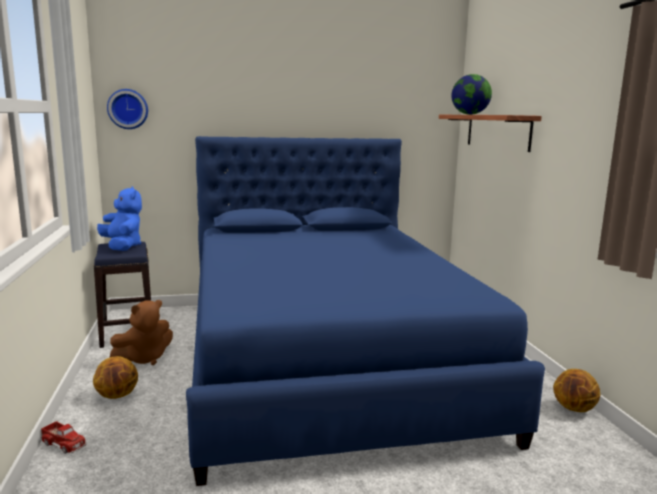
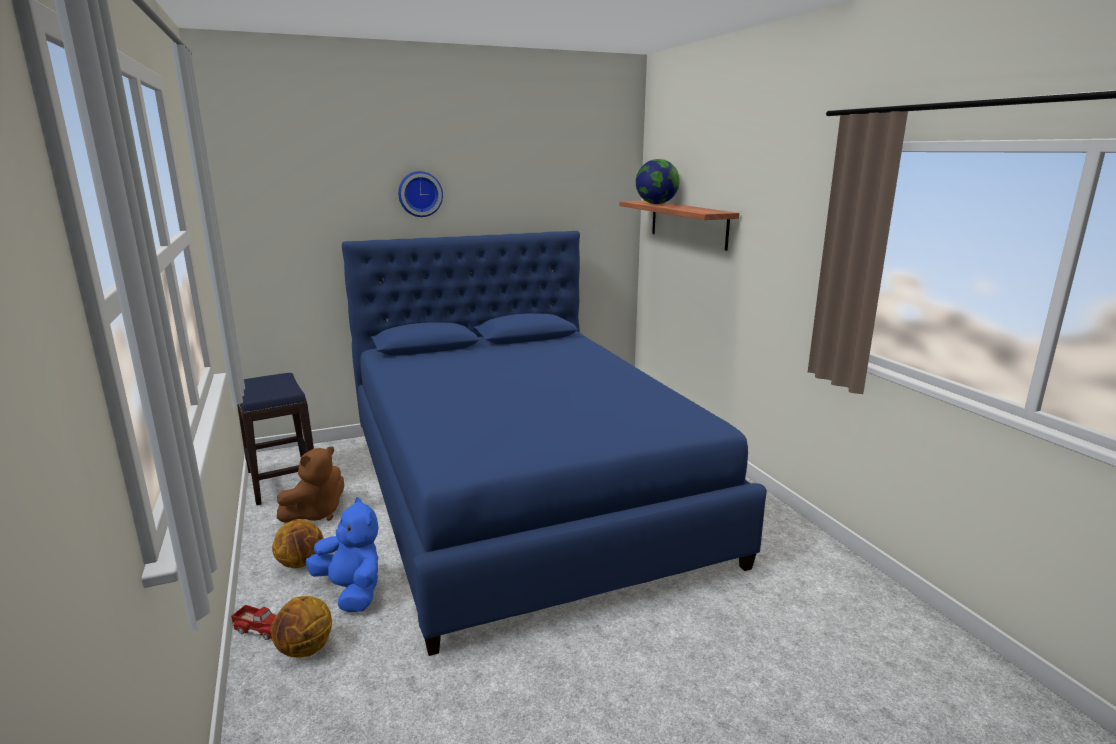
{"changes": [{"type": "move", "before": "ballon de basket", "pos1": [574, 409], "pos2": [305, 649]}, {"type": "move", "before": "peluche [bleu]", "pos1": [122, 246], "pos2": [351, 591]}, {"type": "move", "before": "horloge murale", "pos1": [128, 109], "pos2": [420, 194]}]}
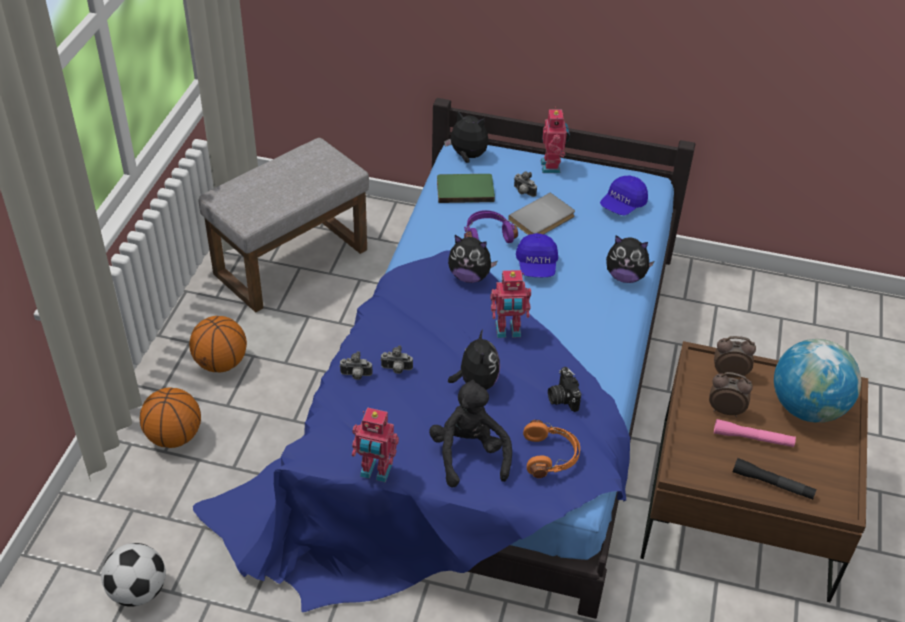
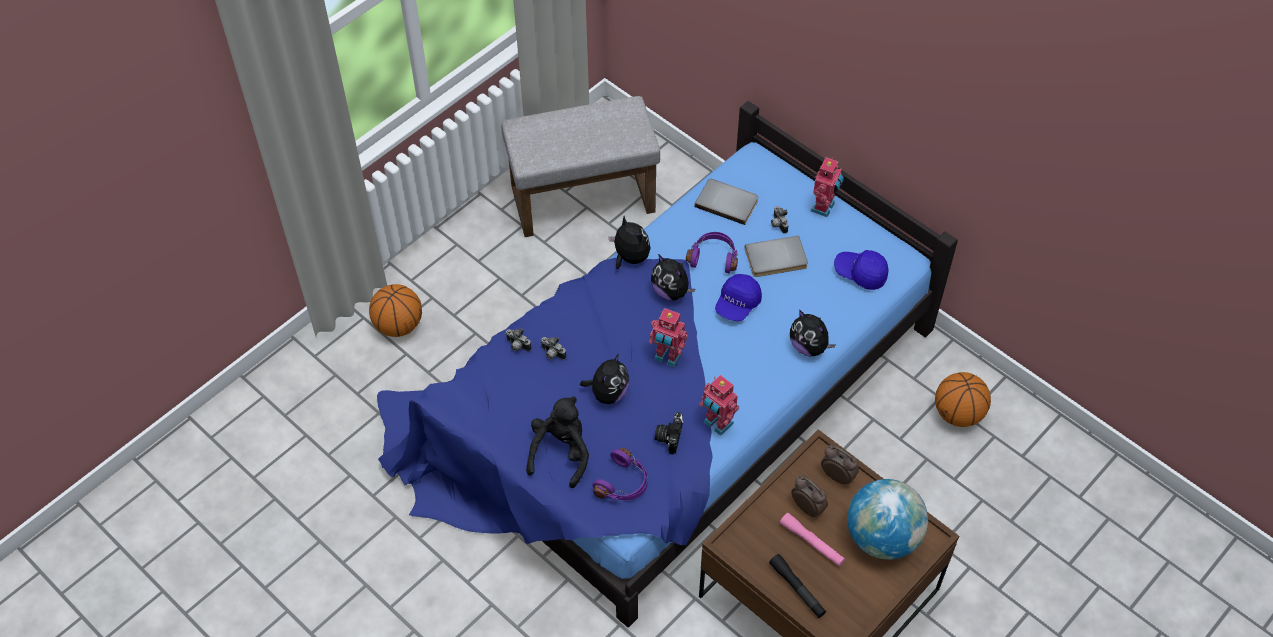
{"changes": [{"type": "recolor", "before": "casque audio [orange]", "after": "casque audio [violet]", "pos1": [551, 456], "pos2": [623, 483]}, {"type": "move", "before": "peluche", "pos1": [467, 156], "pos2": [630, 258]}, {"type": "recolor", "before": "livre [vert]", "after": "livre [gris]", "pos1": [465, 189], "pos2": [727, 202]}, {"type": "move", "before": "robot jouet", "pos1": [375, 472], "pos2": [717, 424]}, {"type": "rotate", "before": "casquette [bleu]", "pos1": [622, 205], "pos2": [860, 273], "turn": 45}, {"type": "move", "before": "ballon de basket", "pos1": [221, 363], "pos2": [958, 414]}, {"type": "delete", "before": "ballon de foot", "pos1": [138, 591]}]}
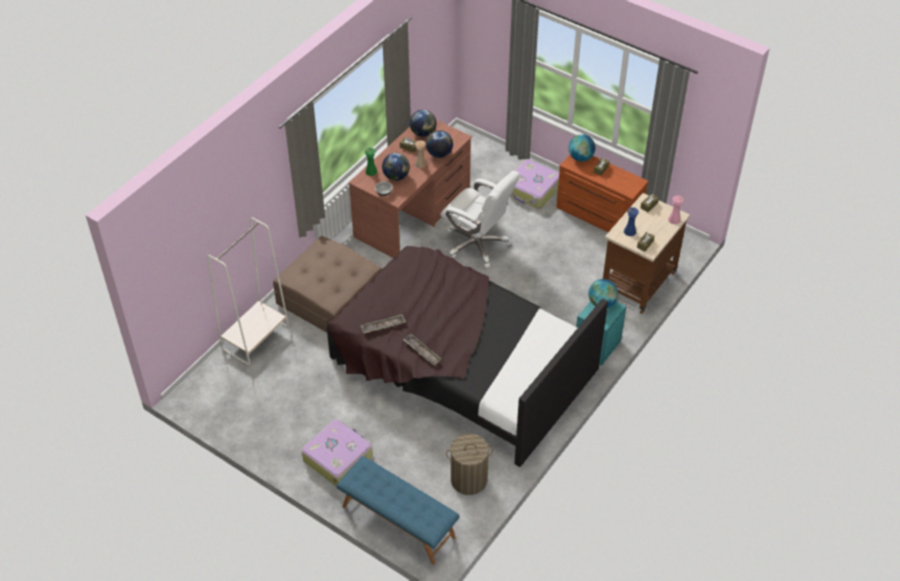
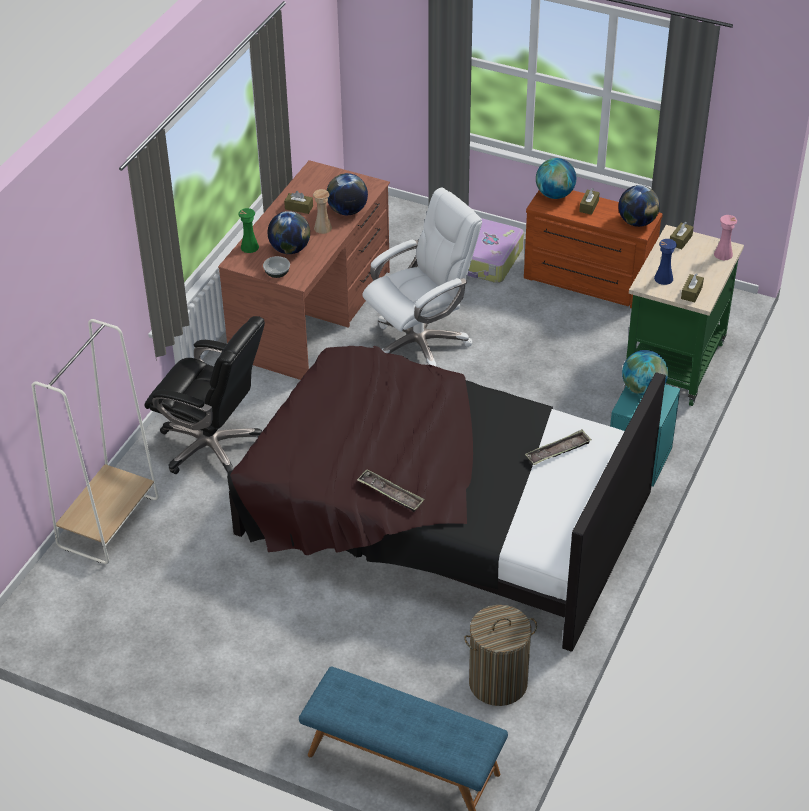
{"changes": [{"type": "replace", "before": "pouf [marron]", "after": "chaise de bureau [noir]", "pos1": [329, 297], "pos2": [212, 448]}, {"type": "rotate", "before": "chaise de bureau [blanc]", "pos1": [477, 244], "pos2": [420, 343], "turn": -60}, {"type": "move", "before": "plateau", "pos1": [383, 326], "pos2": [558, 451]}, {"type": "move", "before": "globe", "pos1": [423, 133], "pos2": [637, 222]}, {"type": "recolor", "before": "chariot [marron]", "after": "chariot [vert]", "pos1": [638, 284], "pos2": [675, 366]}, {"type": "delete", "before": "valise", "pos1": [338, 457]}]}
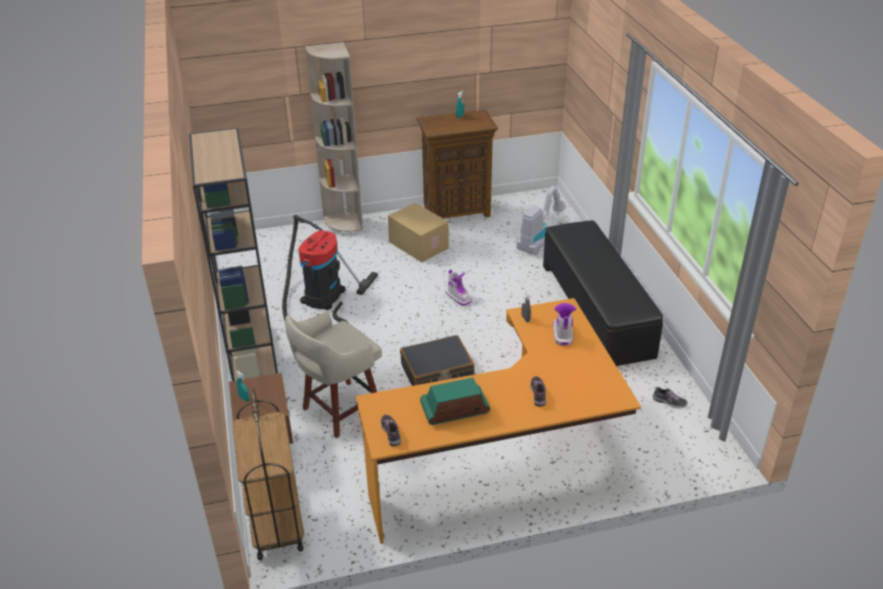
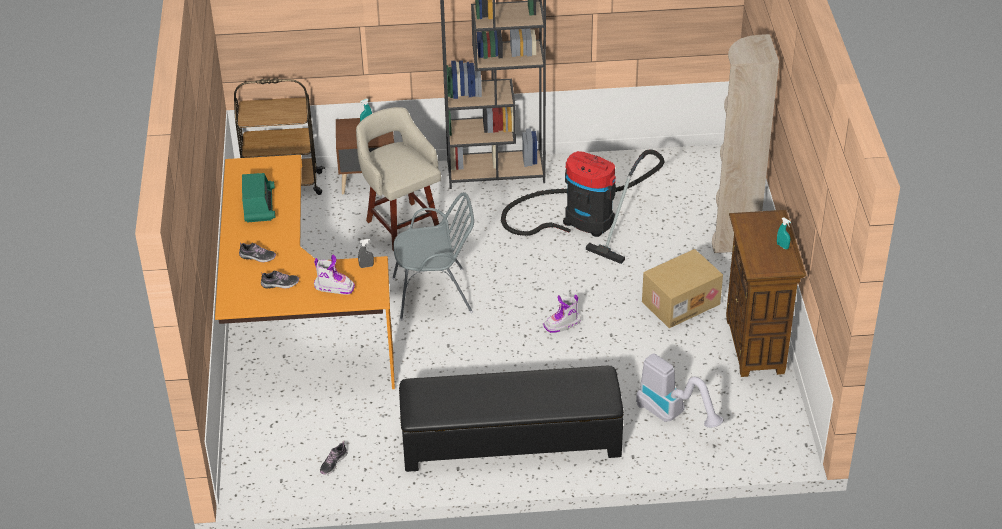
{"changes": [{"type": "move", "before": "chaussure", "pos1": [391, 433], "pos2": [280, 284]}, {"type": "replace", "before": "valise [noir]", "after": "chaise [gris]", "pos1": [437, 373], "pos2": [436, 293]}]}
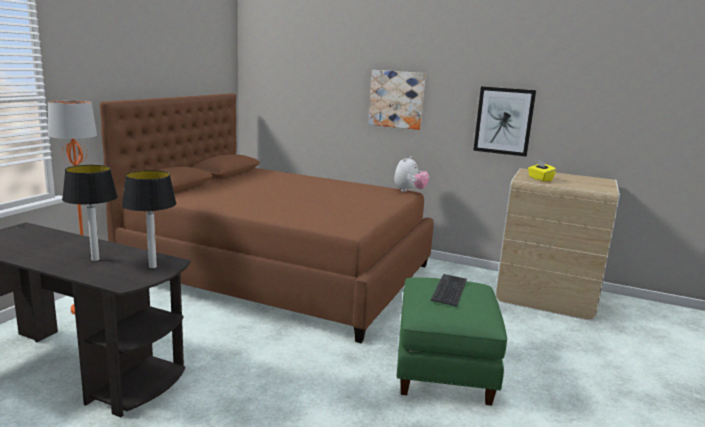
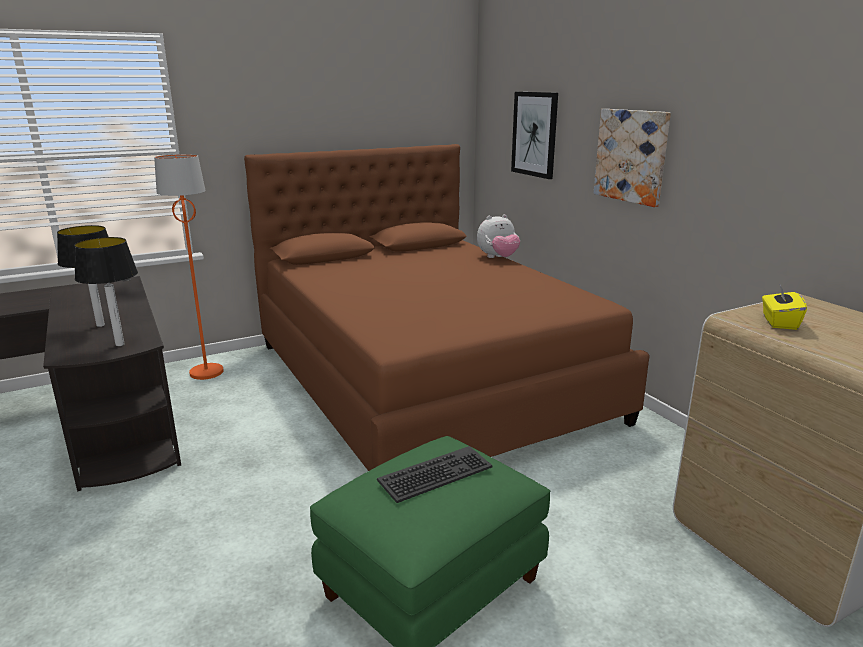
{"changes": [{"type": "move", "before": "peluche", "pos1": [409, 191], "pos2": [498, 258]}, {"type": "move", "before": "tableau", "pos1": [504, 121], "pos2": [534, 134]}]}
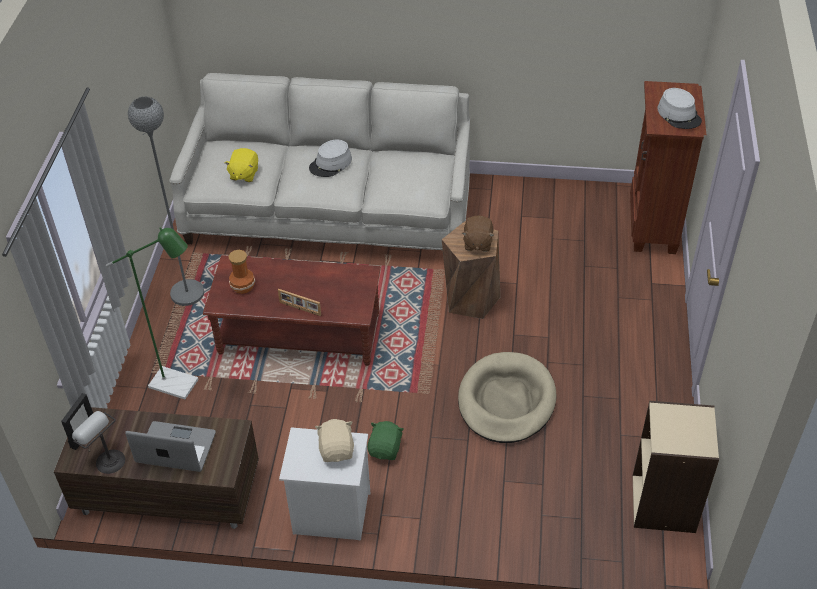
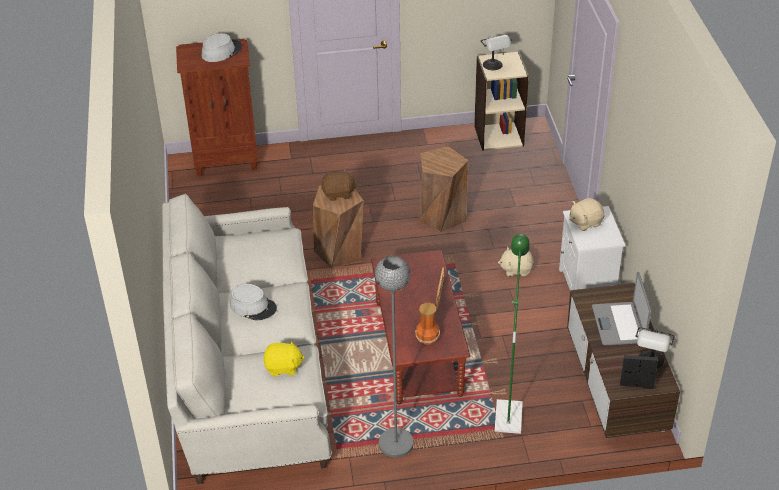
{"changes": [{"type": "replace", "before": "panier pour chien [beige]", "after": "tabouret [marron]", "pos1": [506, 401], "pos2": [442, 215]}, {"type": "insert", "after": "lampe de table", "pos2": [494, 67]}, {"type": "recolor", "before": "peluche [vert]", "after": "peluche [beige]", "pos1": [385, 449], "pos2": [516, 269]}]}
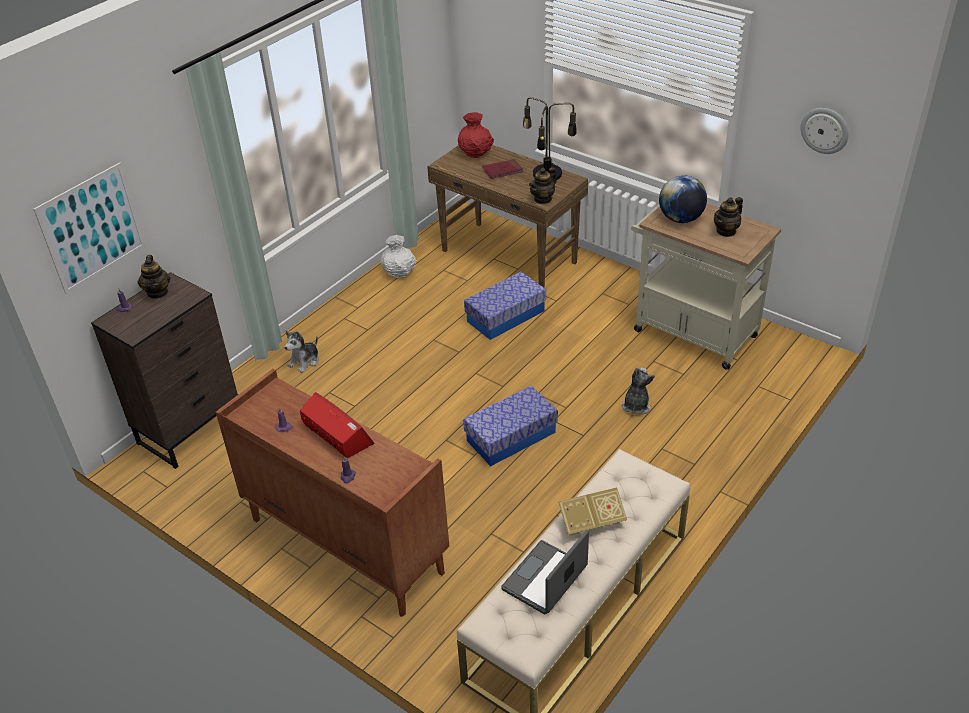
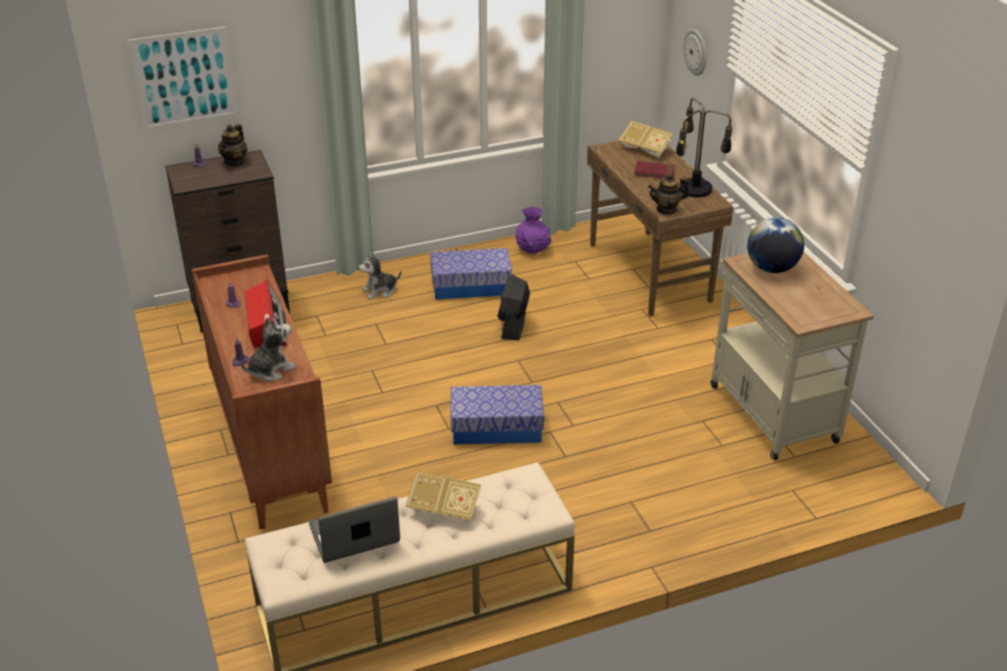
{"changes": [{"type": "move", "before": "peluche", "pos1": [636, 405], "pos2": [270, 370]}, {"type": "move", "before": "boîte de rangement", "pos1": [505, 316], "pos2": [471, 286]}, {"type": "insert", "after": "ventilateur [noir]", "pos2": [513, 324]}, {"type": "recolor", "before": "vase [blanc]", "after": "vase [violet]", "pos1": [400, 273], "pos2": [533, 249]}, {"type": "replace", "before": "vase [rouge]", "after": "livre", "pos1": [476, 153], "pos2": [645, 149]}, {"type": "move", "before": "horloge murale", "pos1": [825, 130], "pos2": [696, 52]}, {"type": "delete", "before": "théière", "pos1": [726, 231]}]}
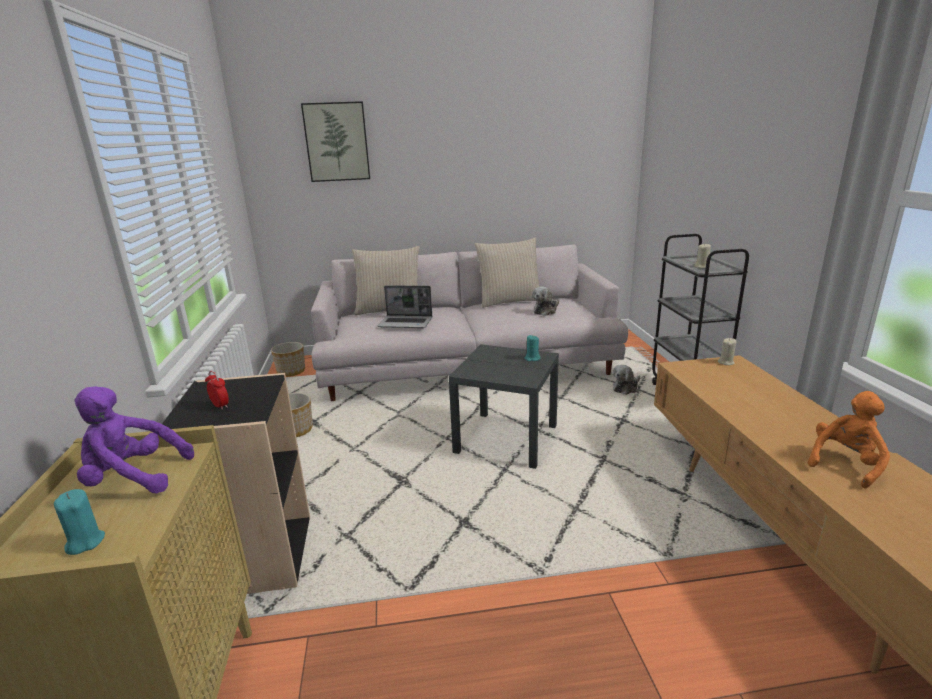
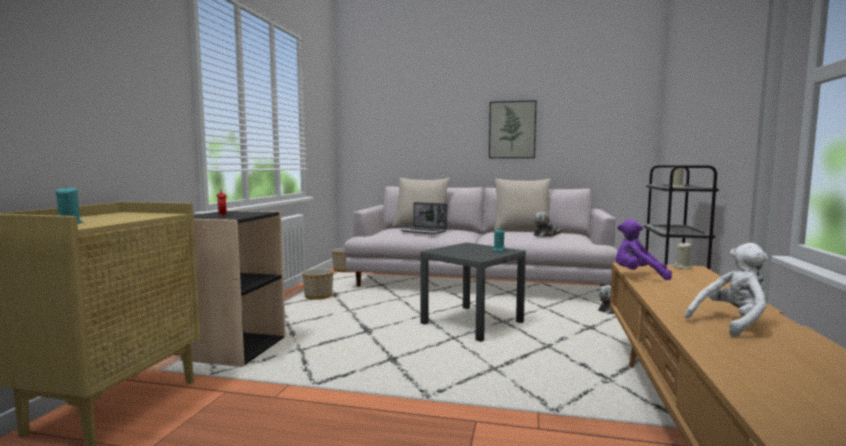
{"changes": [{"type": "move", "before": "tableau", "pos1": [337, 142], "pos2": [512, 130]}, {"type": "move", "before": "peluche [violet]", "pos1": [133, 478], "pos2": [638, 276]}, {"type": "recolor", "before": "peluche [orange]", "after": "peluche [blanc]", "pos1": [845, 463], "pos2": [733, 323]}]}
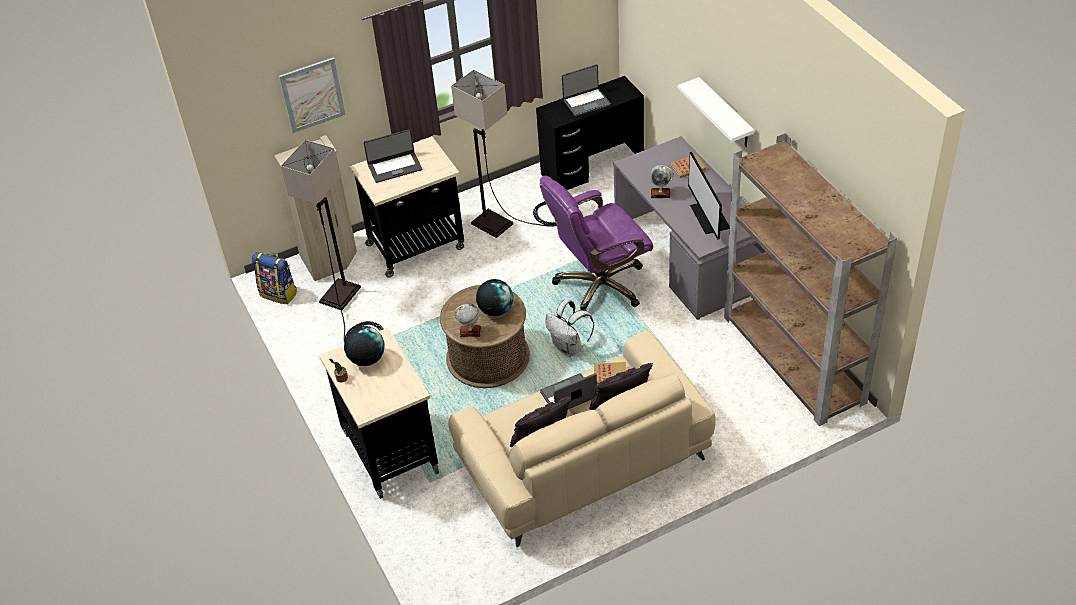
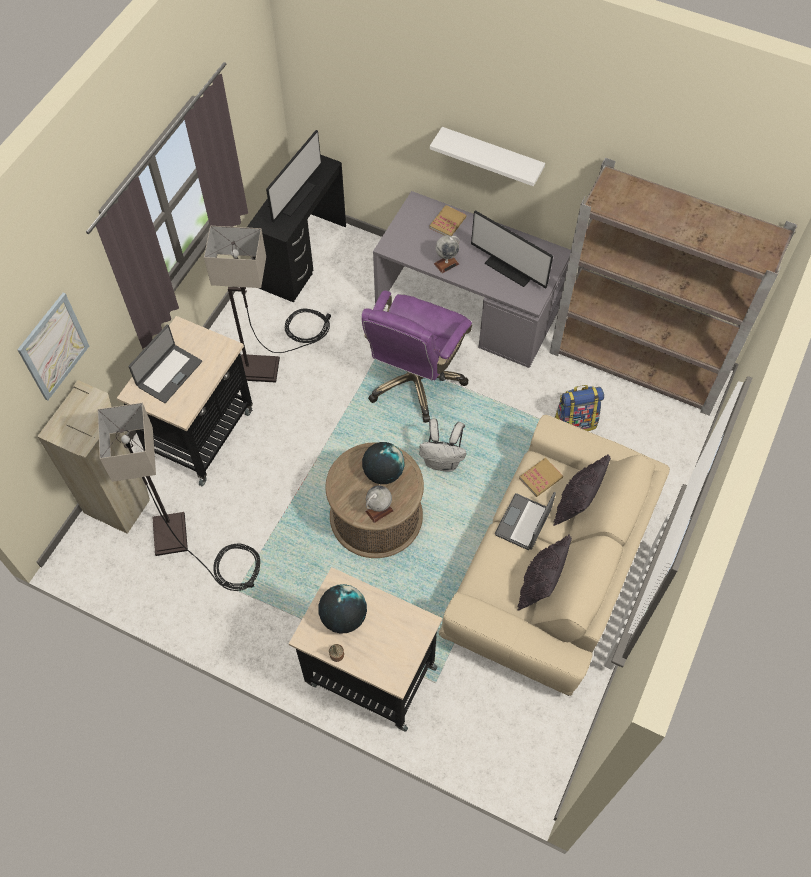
{"changes": [{"type": "replace", "before": "ordinateur portable", "after": "écran d'ordinateur", "pos1": [586, 102], "pos2": [292, 196]}, {"type": "move", "before": "sac à dos", "pos1": [279, 293], "pos2": [575, 422]}]}
